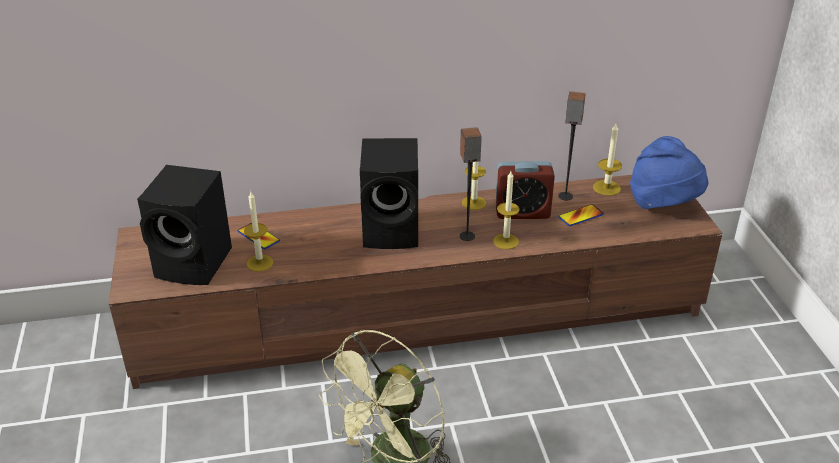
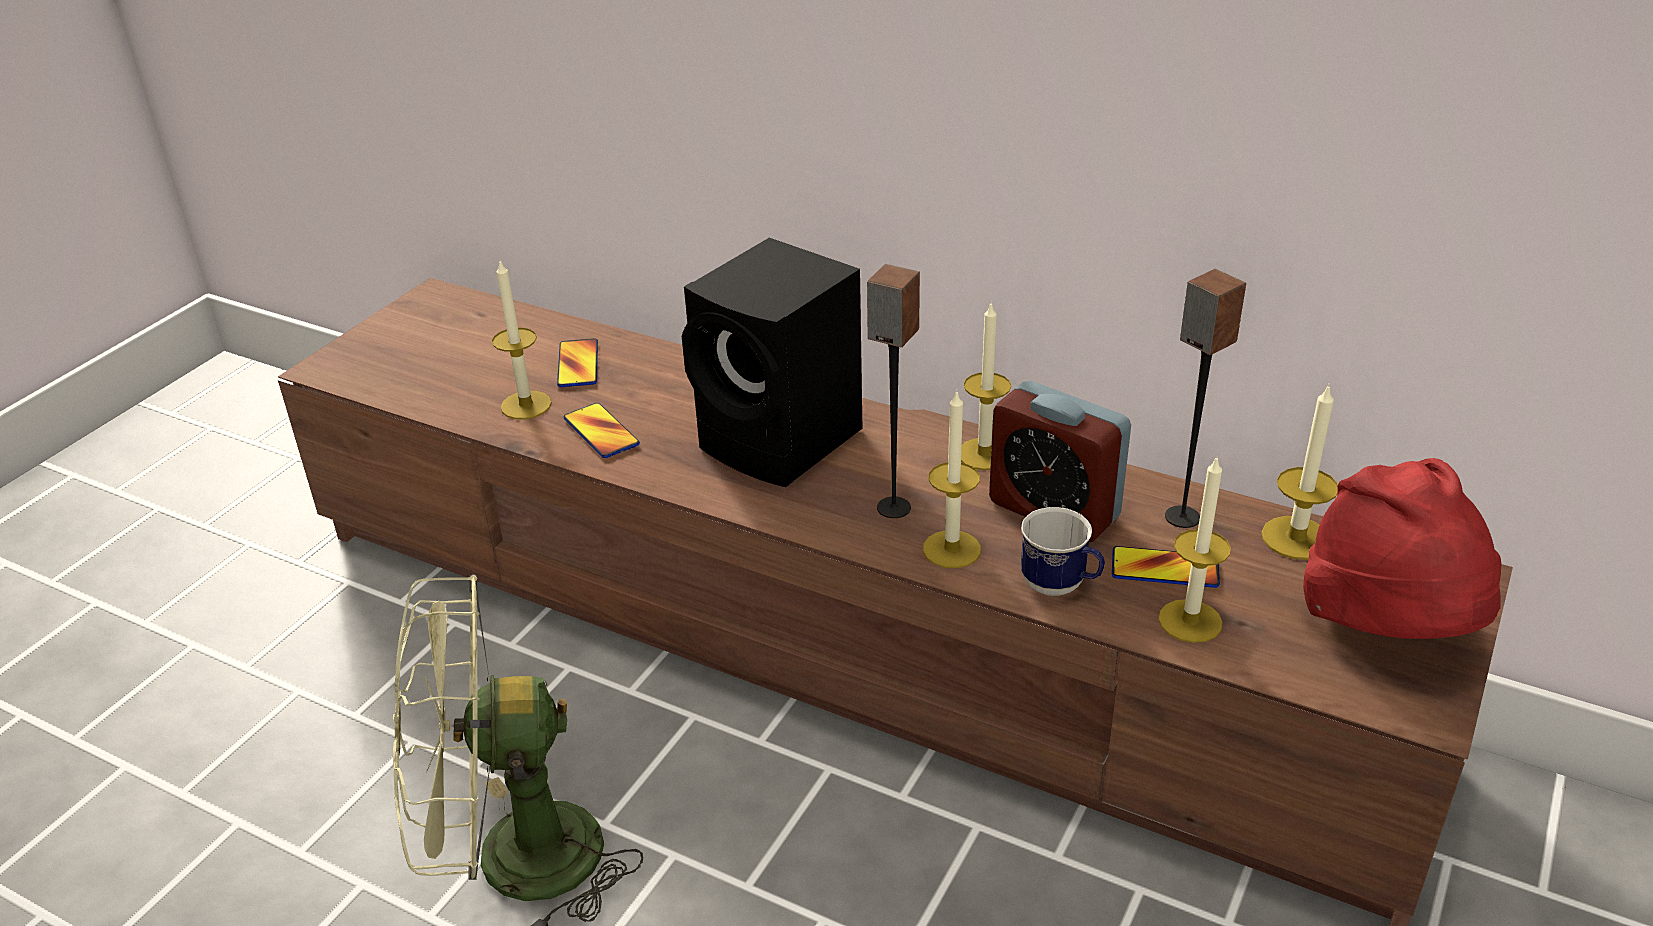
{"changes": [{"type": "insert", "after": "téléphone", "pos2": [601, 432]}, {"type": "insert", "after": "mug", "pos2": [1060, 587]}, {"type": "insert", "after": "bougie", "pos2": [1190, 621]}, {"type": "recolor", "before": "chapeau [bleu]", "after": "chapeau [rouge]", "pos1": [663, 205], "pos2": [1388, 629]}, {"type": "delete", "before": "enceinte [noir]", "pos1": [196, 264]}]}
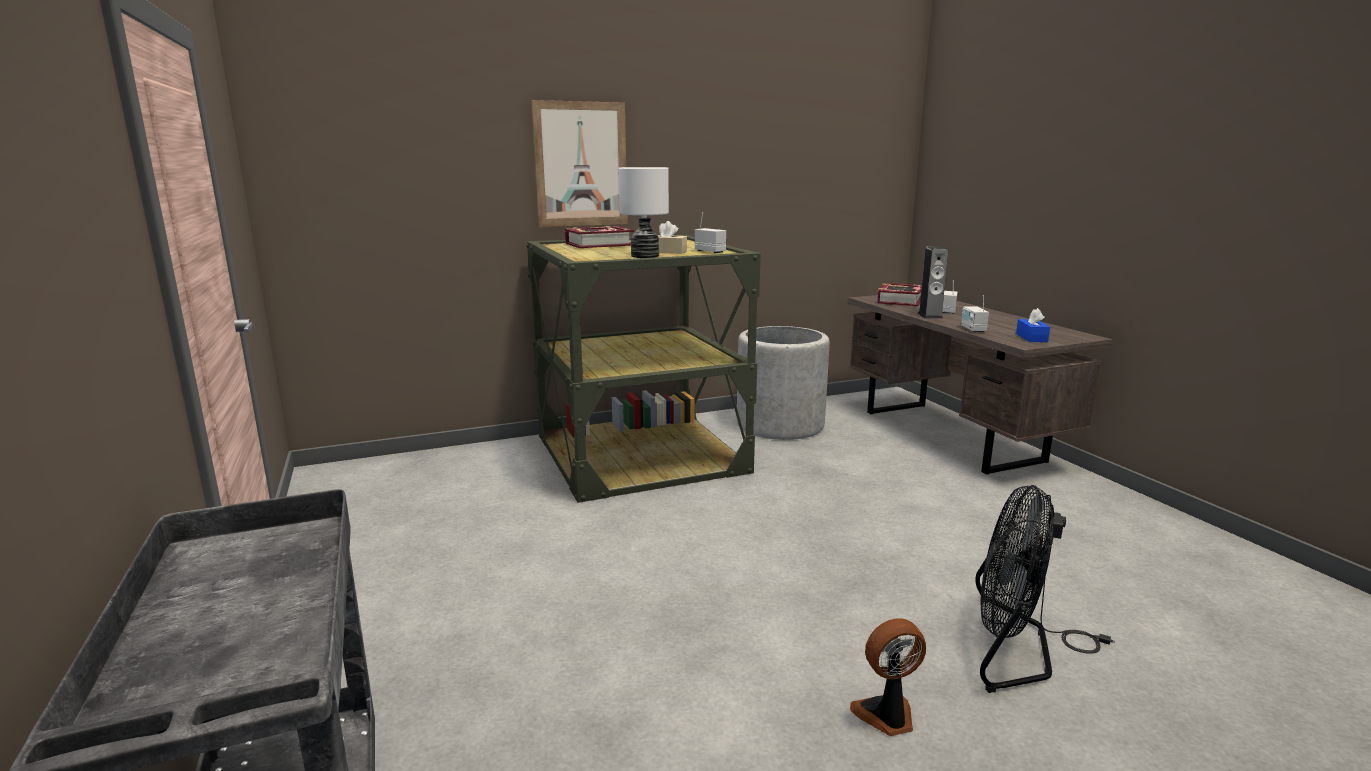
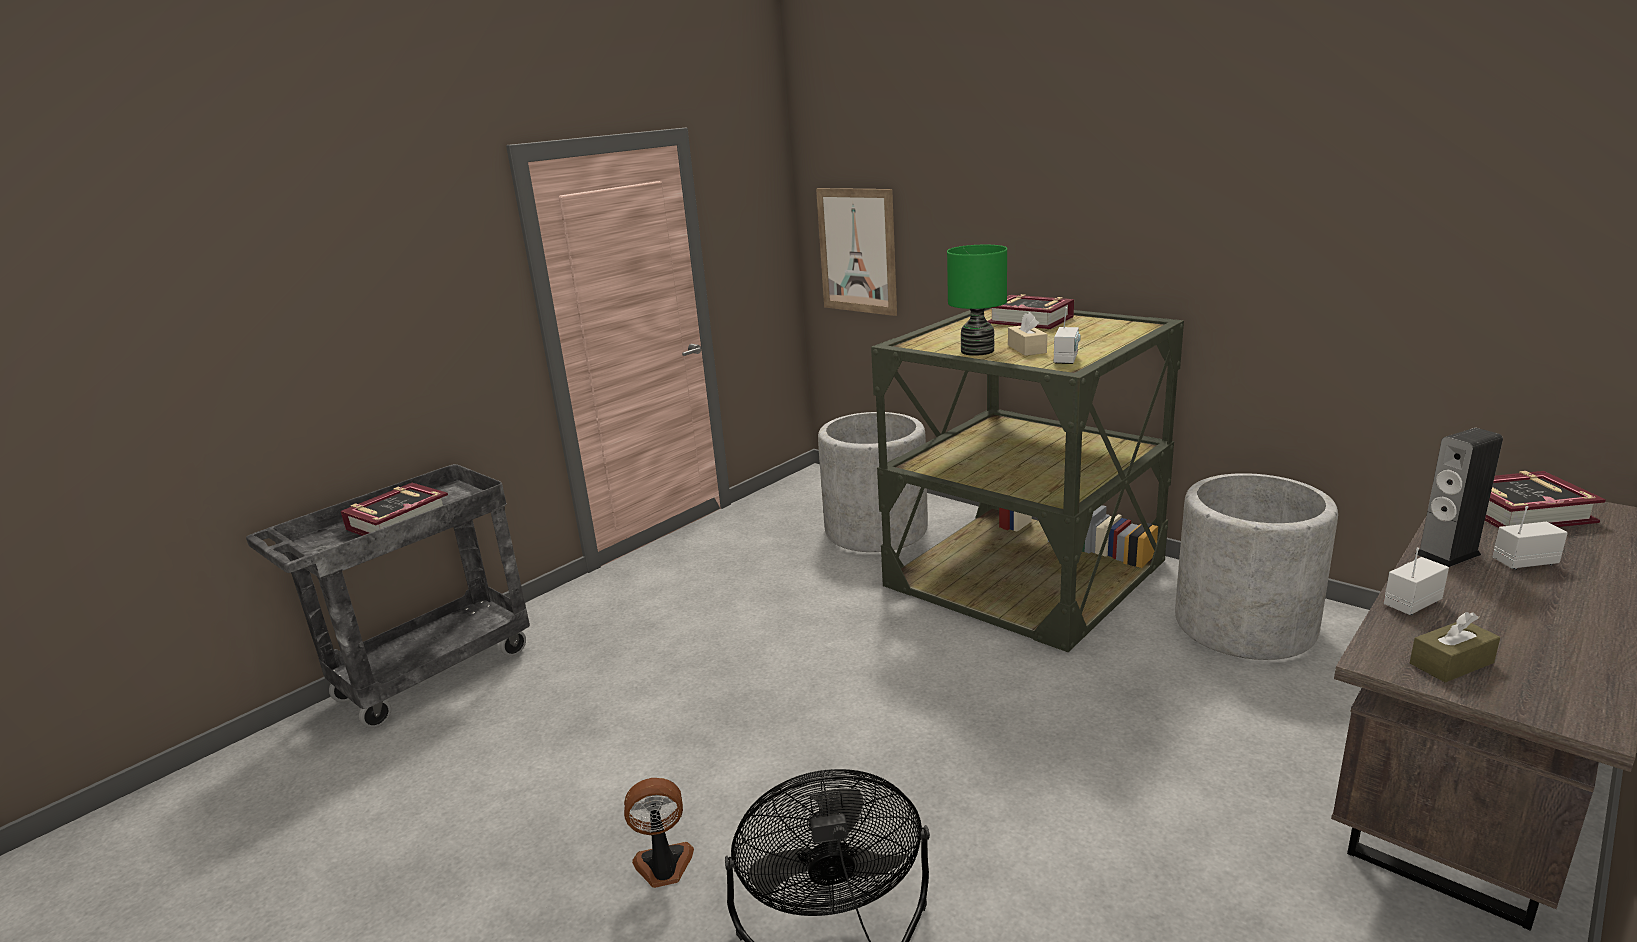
{"changes": [{"type": "insert", "after": "livre", "pos2": [399, 520]}, {"type": "rotate", "before": "ventilateur", "pos1": [887, 716], "pos2": [664, 867], "turn": -60}, {"type": "move", "before": "tableau", "pos1": [581, 164], "pos2": [857, 251]}, {"type": "insert", "after": "cache-pot [gris]", "pos2": [876, 530]}, {"type": "recolor", "before": "lampe de table [blanc]", "after": "lampe de table [vert]", "pos1": [645, 256], "pos2": [977, 351]}, {"type": "recolor", "before": "boîte à mouchoirs [bleu]", "after": "boîte à mouchoirs [marron]", "pos1": [1031, 338], "pos2": [1451, 663]}]}
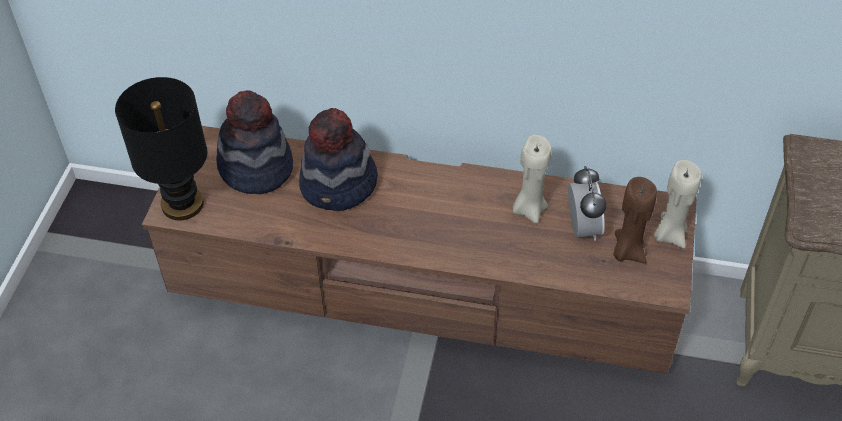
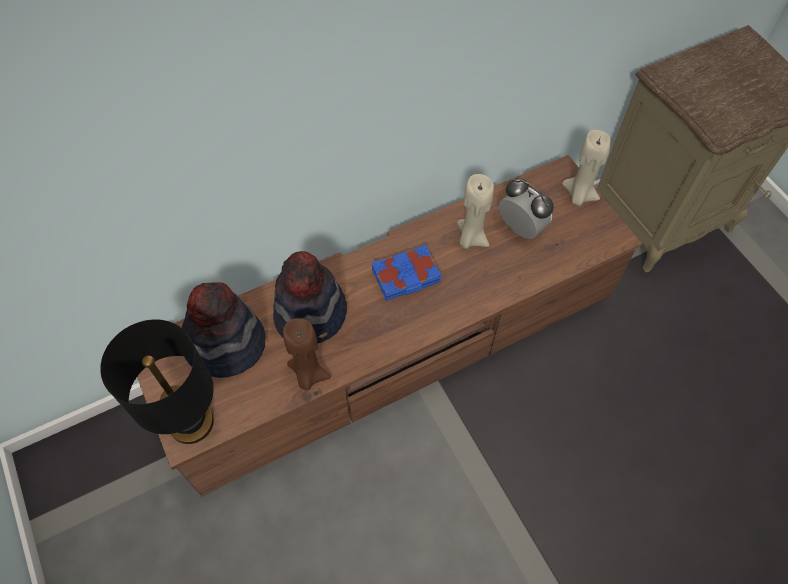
{"changes": [{"type": "move", "before": "bougie [marron]", "pos1": [627, 251], "pos2": [308, 374]}, {"type": "insert", "after": "livre [bleu]", "pos2": [406, 276]}]}
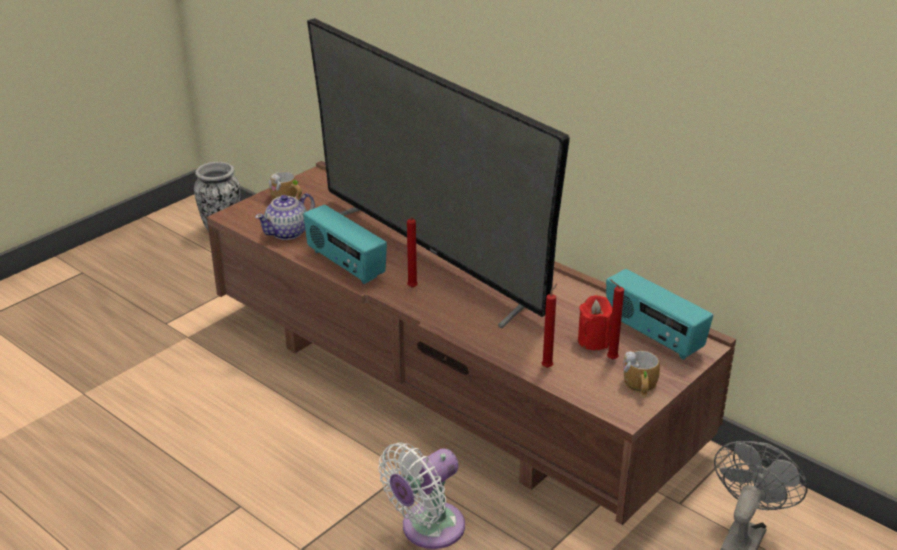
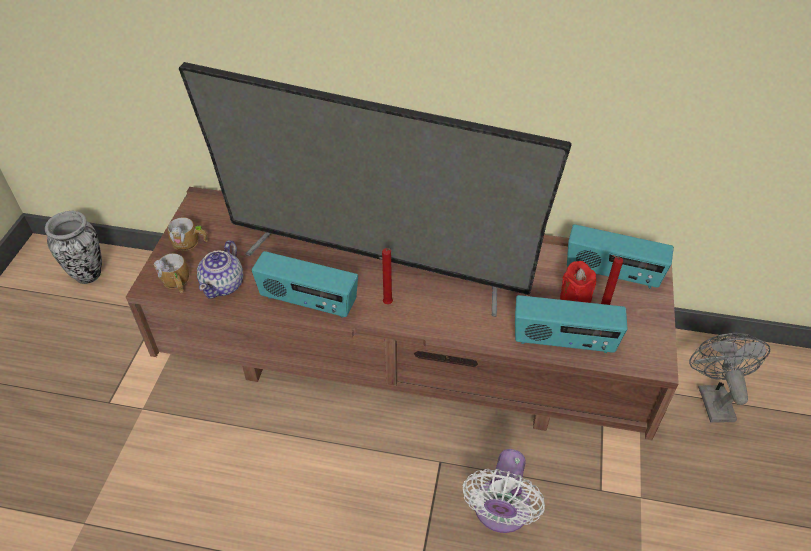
{"changes": [{"type": "move", "before": "mug", "pos1": [640, 386], "pos2": [176, 283]}, {"type": "replace", "before": "bougie [rouge]", "after": "radio", "pos1": [548, 366], "pos2": [563, 342]}]}
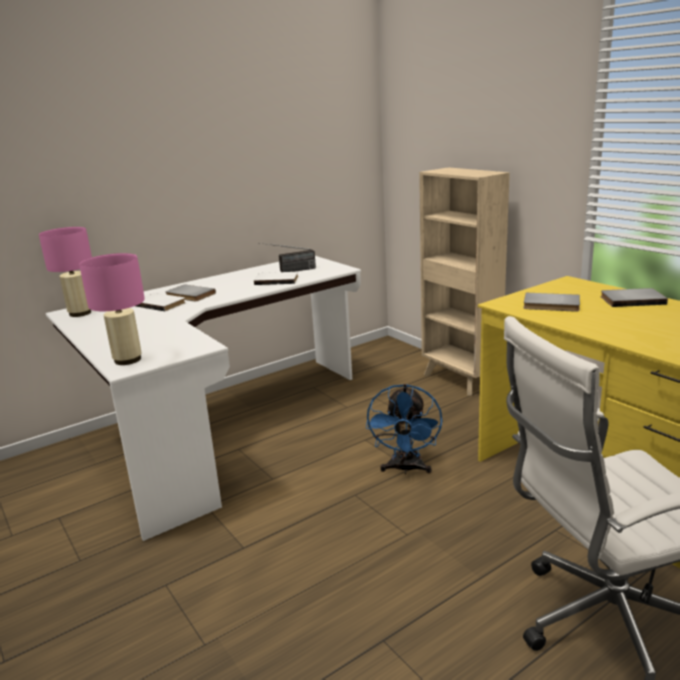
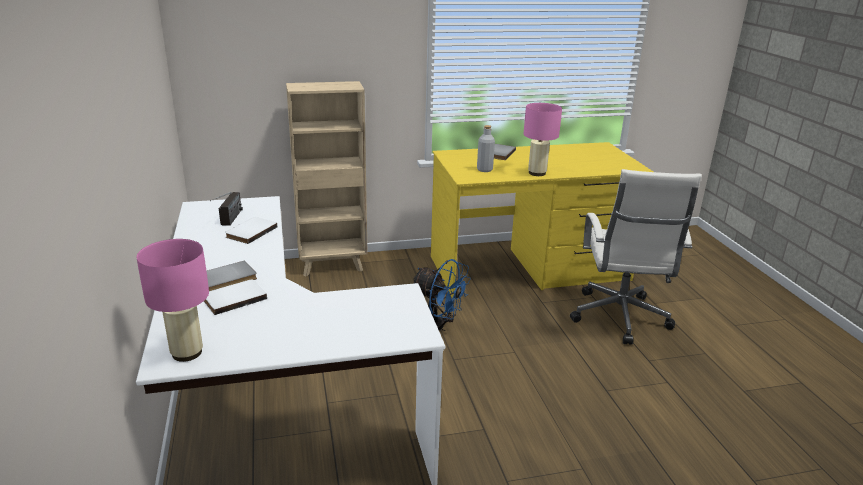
{"changes": [{"type": "replace", "before": "livre [gris]", "after": "bouteille [gris]", "pos1": [551, 305], "pos2": [484, 169]}, {"type": "move", "before": "lampe de table [rose]", "pos1": [128, 360], "pos2": [537, 173]}]}
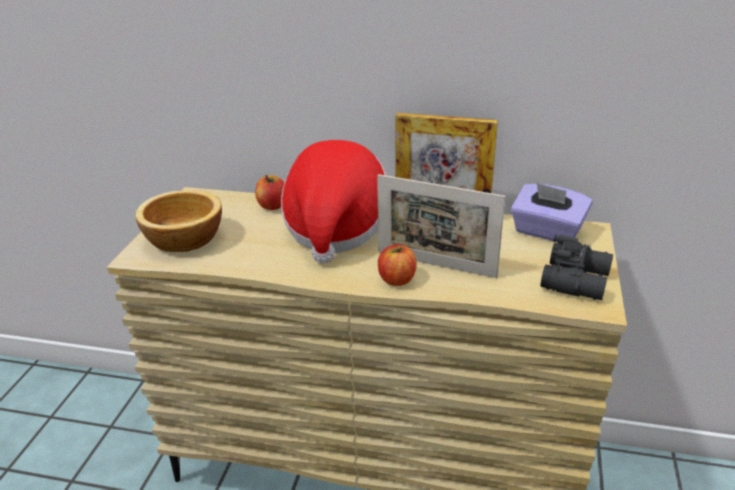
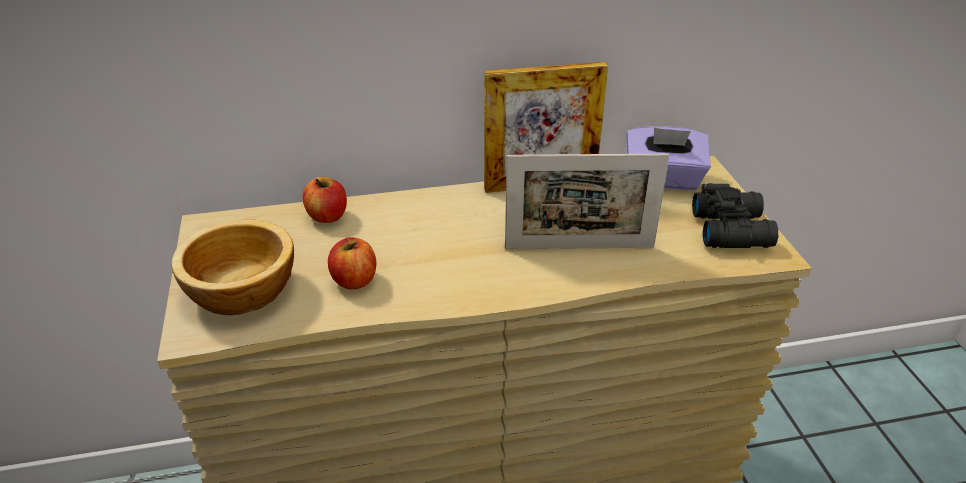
{"changes": [{"type": "move", "before": "pomme", "pos1": [397, 279], "pos2": [354, 280]}, {"type": "delete", "before": "chapeau", "pos1": [335, 229]}]}
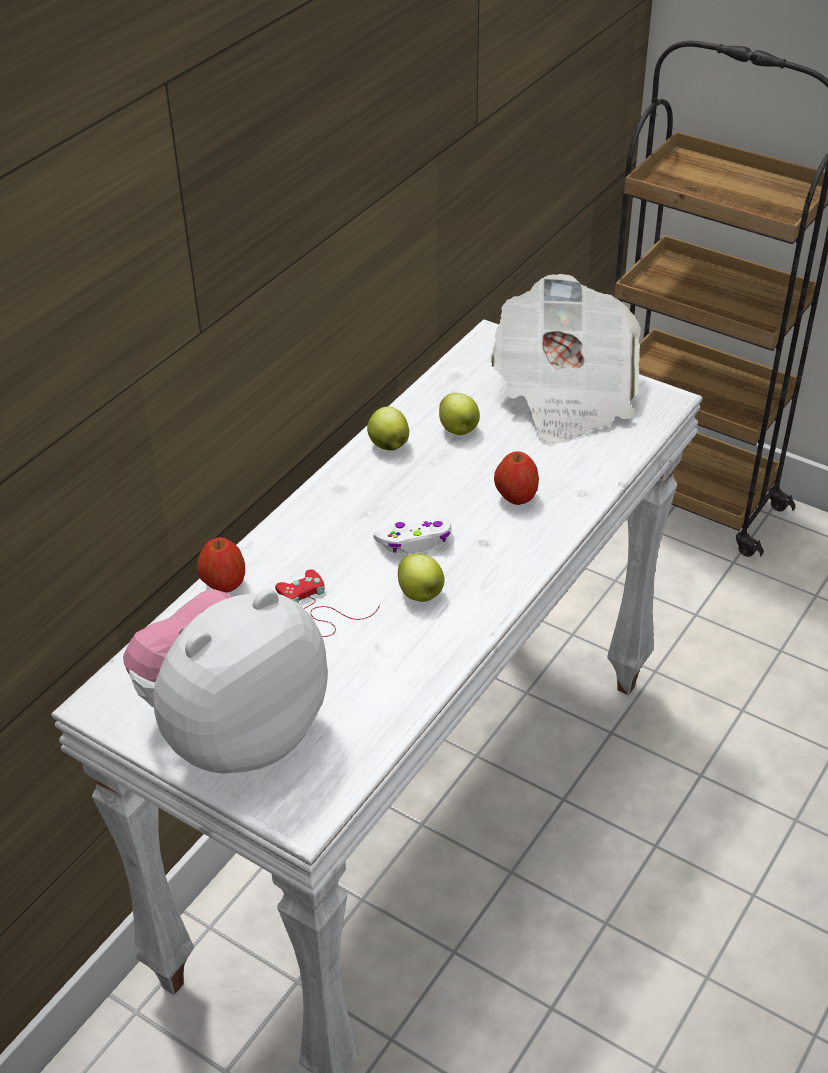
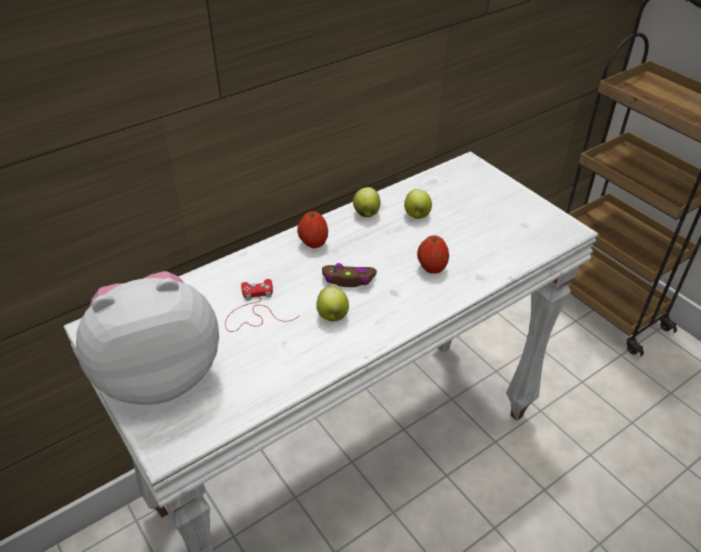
{"changes": [{"type": "move", "before": "pomme", "pos1": [224, 585], "pos2": [313, 243]}, {"type": "recolor", "before": "manette [blanc]", "after": "manette [marron]", "pos1": [415, 542], "pos2": [348, 279]}, {"type": "delete", "before": "journal", "pos1": [564, 395]}]}
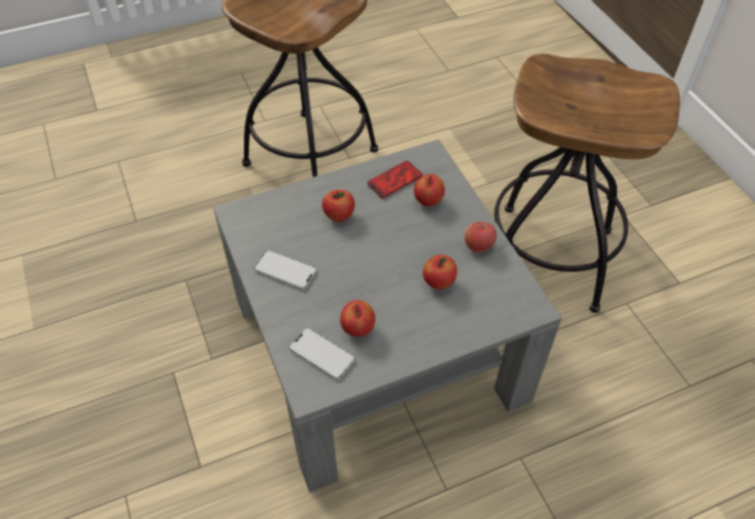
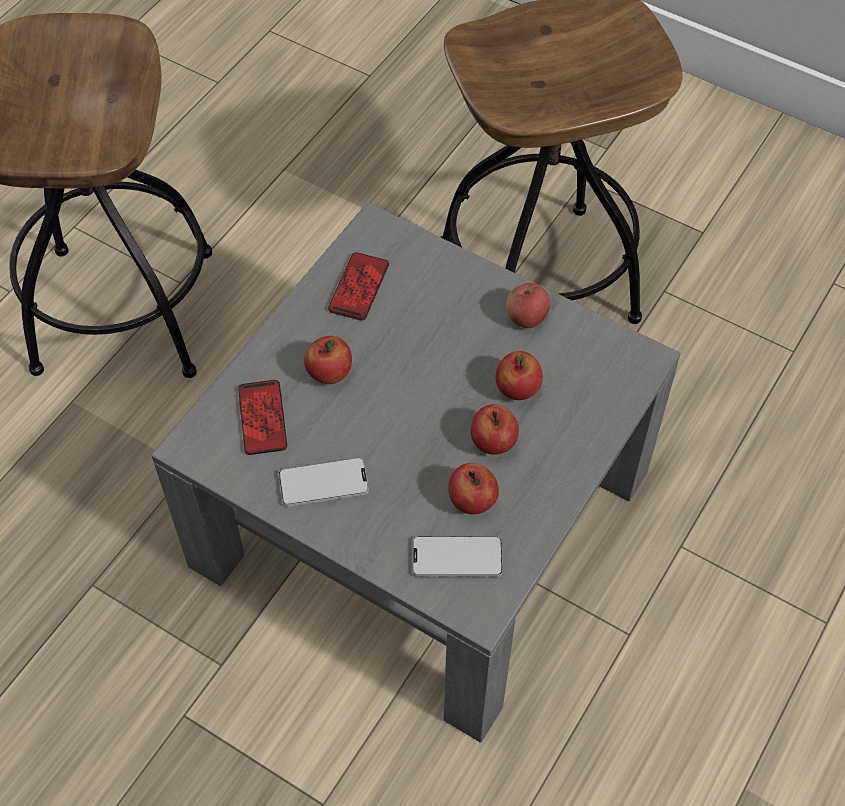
{"changes": [{"type": "insert", "after": "téléphone", "pos2": [262, 418]}, {"type": "move", "before": "pomme", "pos1": [428, 201], "pos2": [493, 443]}]}
